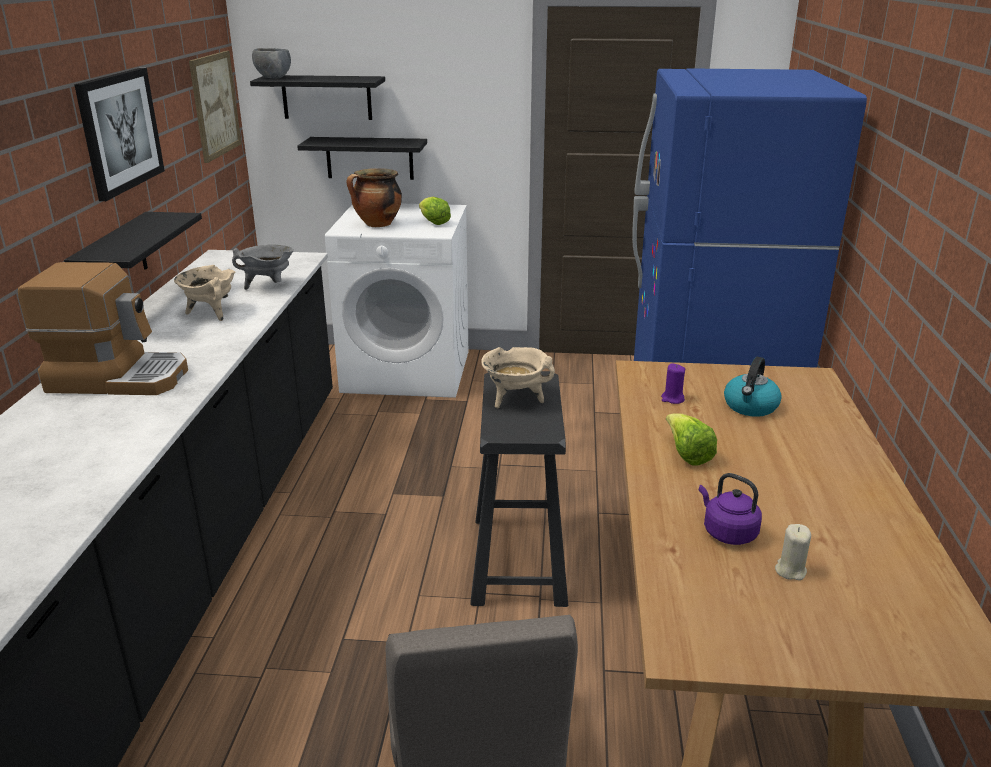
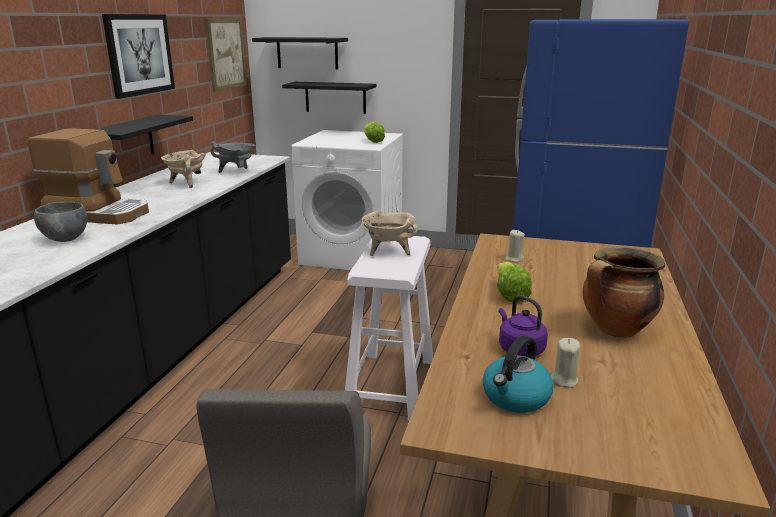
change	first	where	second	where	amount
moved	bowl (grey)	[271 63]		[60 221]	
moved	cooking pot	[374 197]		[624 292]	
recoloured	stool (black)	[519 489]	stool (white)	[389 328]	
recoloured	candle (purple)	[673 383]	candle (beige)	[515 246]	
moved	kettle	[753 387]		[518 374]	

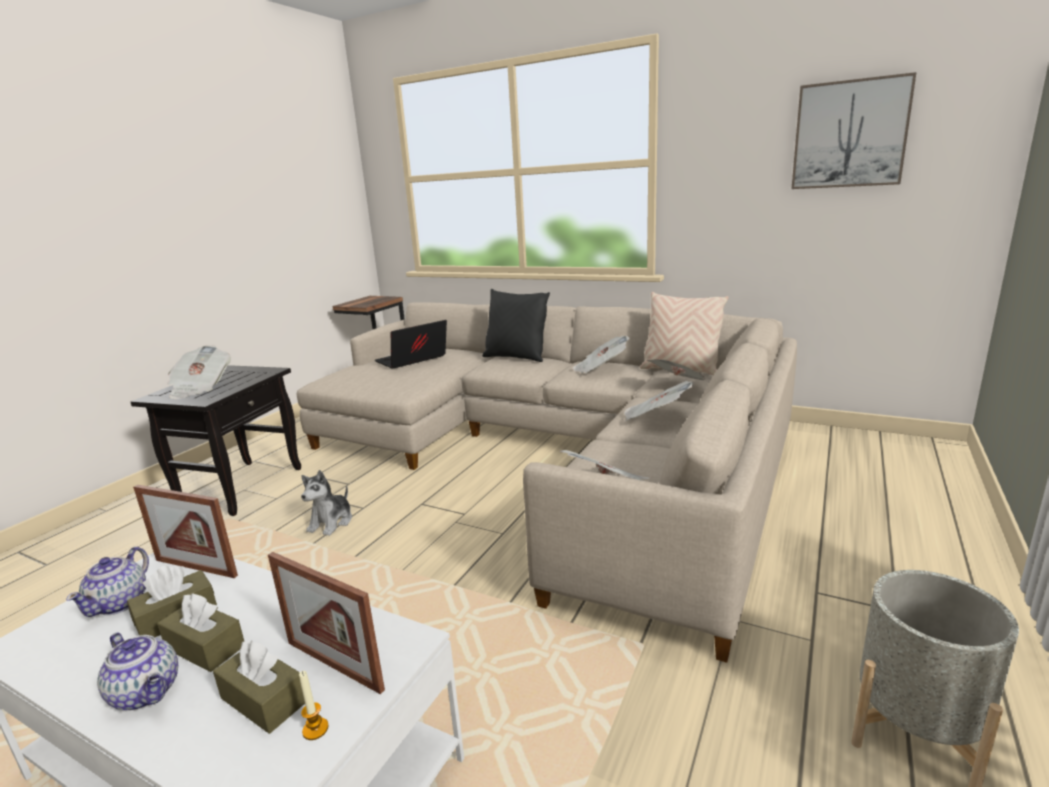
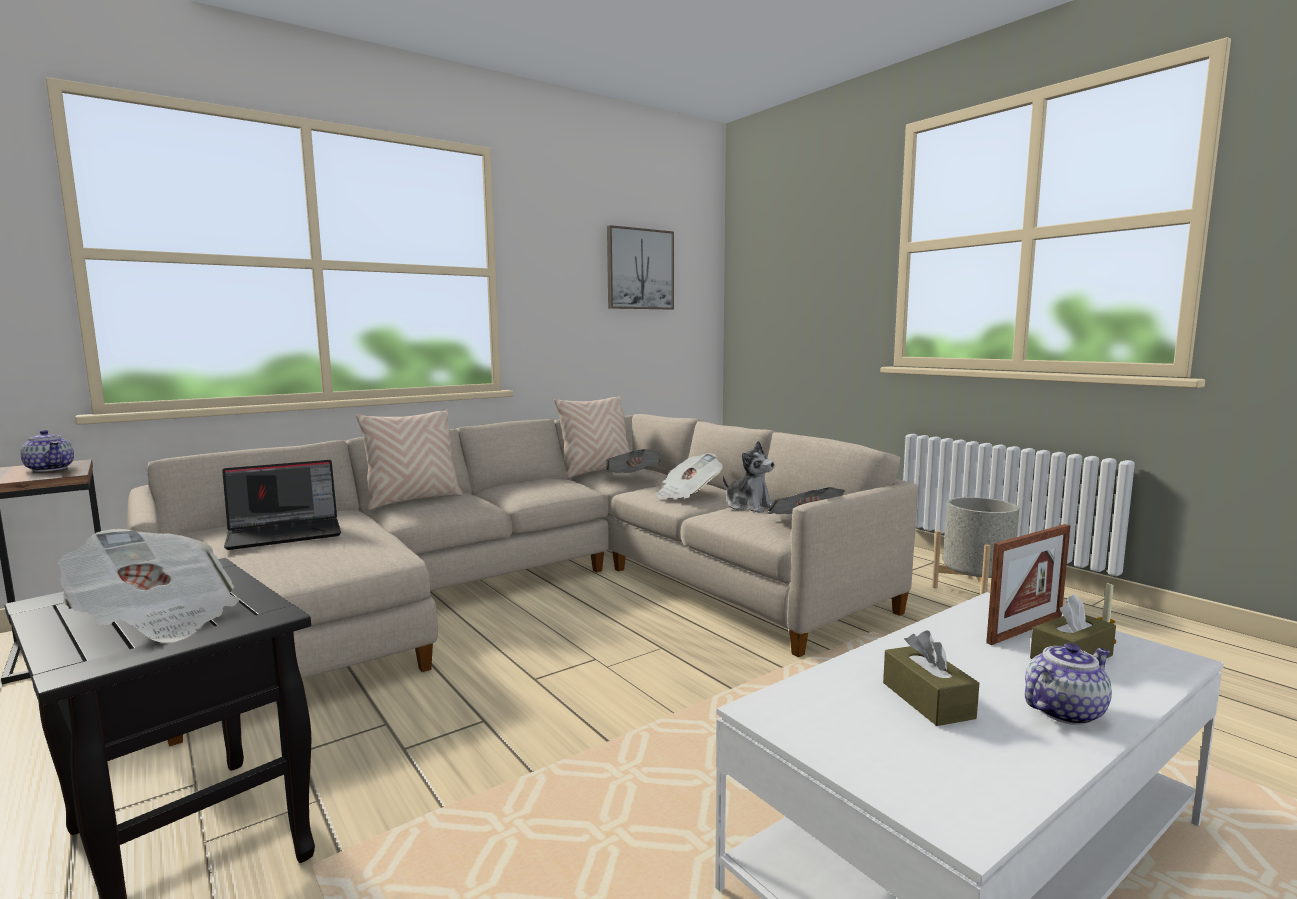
change	first	where	second	where	amount
moved	teapot	[107 582]		[47 451]	
removed	picture frame	[185 531]			
removed	tissue box (brown)	[201 632]			
moved	plush toy	[326 503]		[749 477]	
turned	laptop	[411 344]		[281 505]	105 degrees counterclockwise
recoloured	pillow (black)	[516 325]	pillow (beige)	[409 459]	
removed	newspaper	[601 355]			

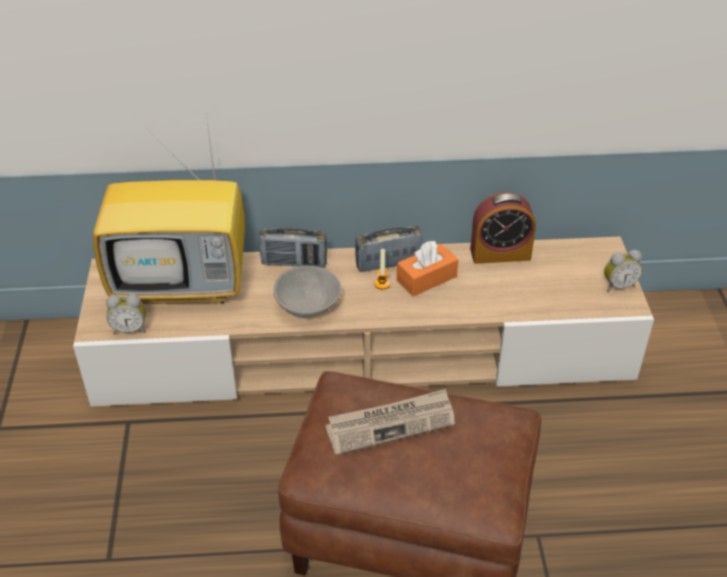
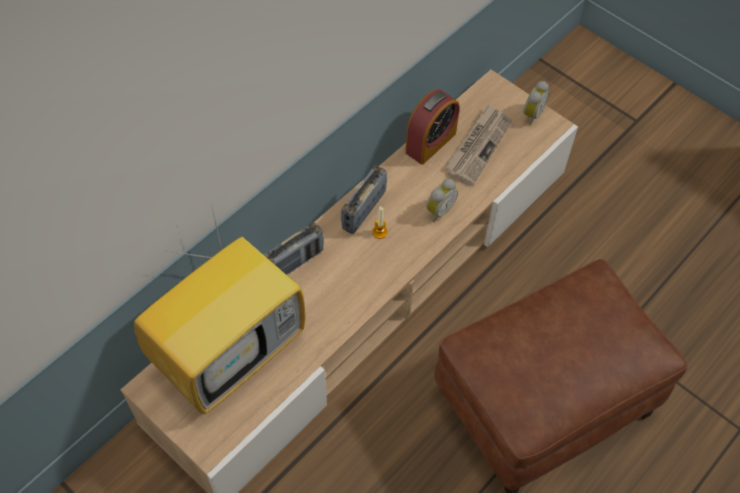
change	first	where	second	where	amount
moved	alarm clock	[126 314]		[442 200]	
removed	bowl (grey)	[307 291]			
moved	newspaper	[390 422]		[478 145]	
removed	tissue box (orange)	[427 268]			

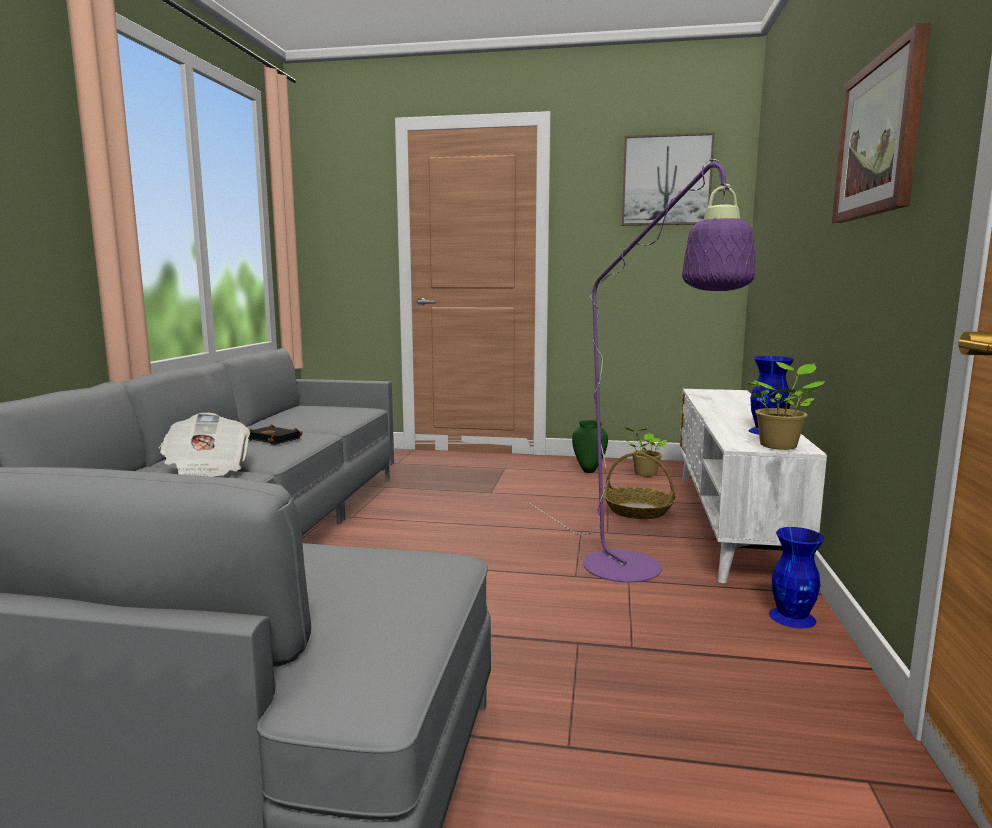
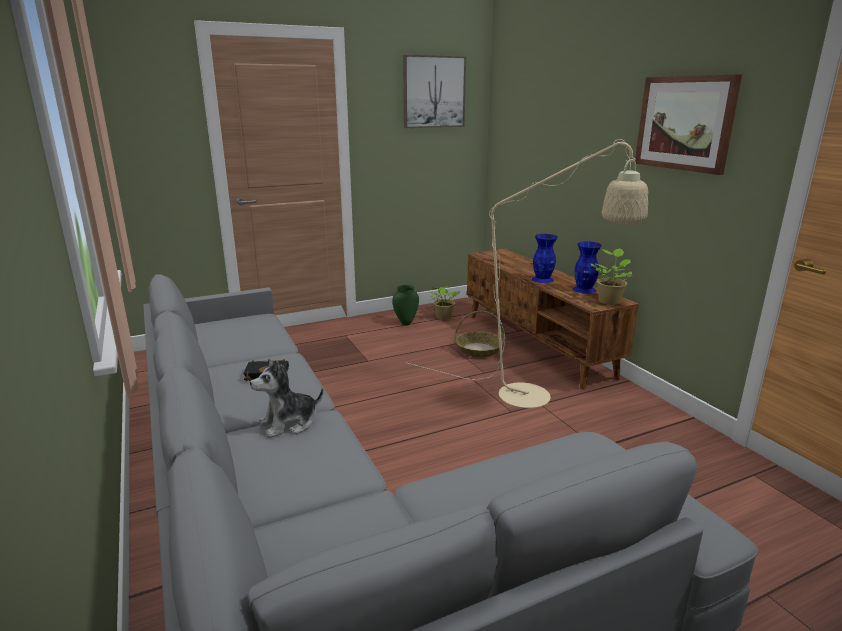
change	first	where	second	where	amount
replaced	newspaper	[205 445]	plush toy	[287 398]	
recoloured	floor lamp (purple)	[642 371]	floor lamp (beige)	[528 273]	
recoloured	tv stand (white)	[753 486]	tv stand (brown)	[553 319]	
moved	vase (blue)	[796 578]		[545 258]	

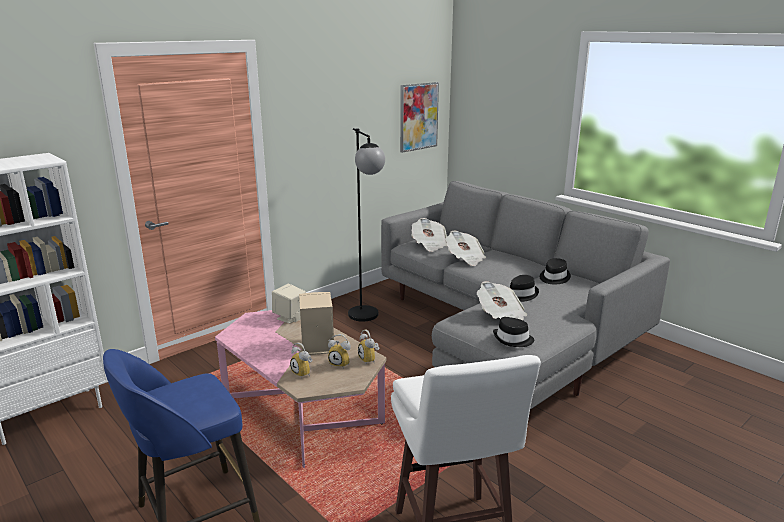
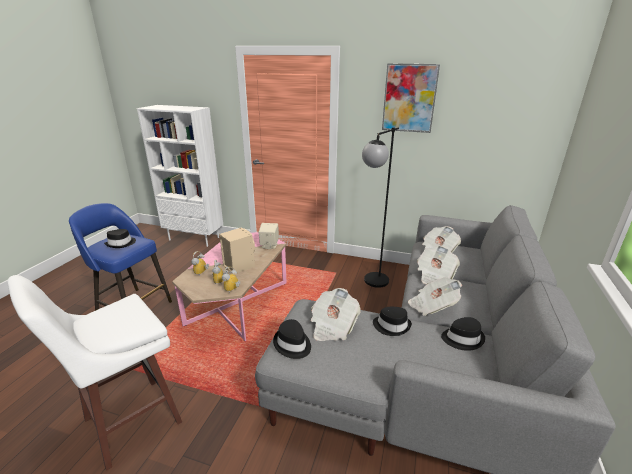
change	first	where	second	where	amount
moved	picture	[419 117]		[411 98]	
added			hat (black)	[120 238]	
added			newspaper	[435 296]	

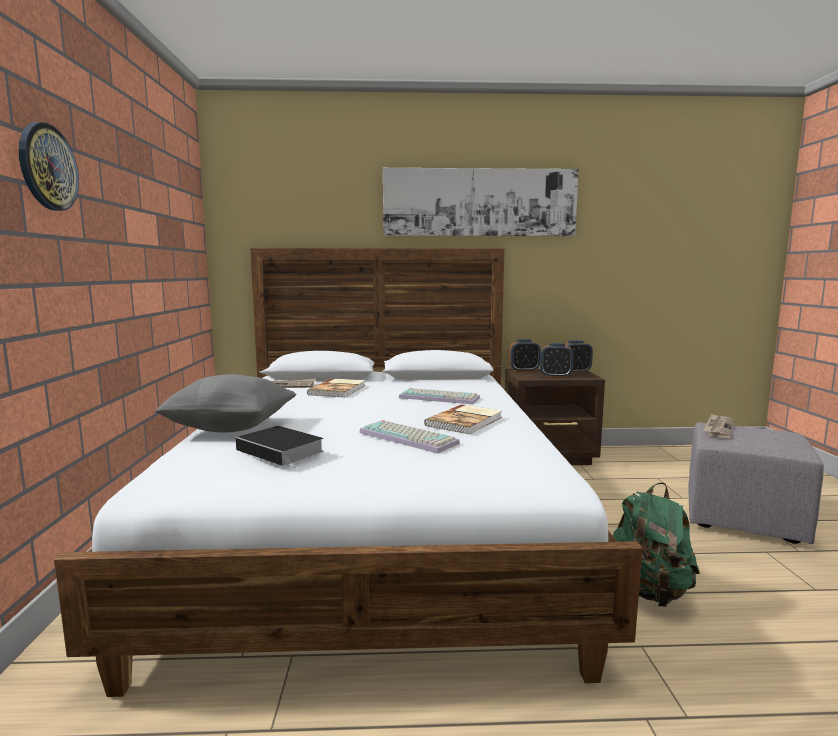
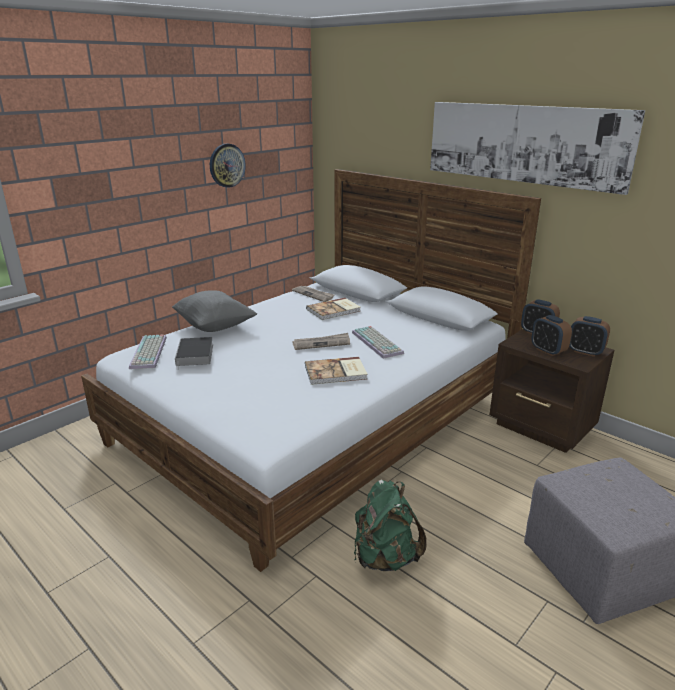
change	first	where	second	where	amount
moved	wall clock	[49 166]		[228 166]	
moved	keyboard	[409 437]		[148 352]	
moved	newspaper	[718 425]		[321 341]	

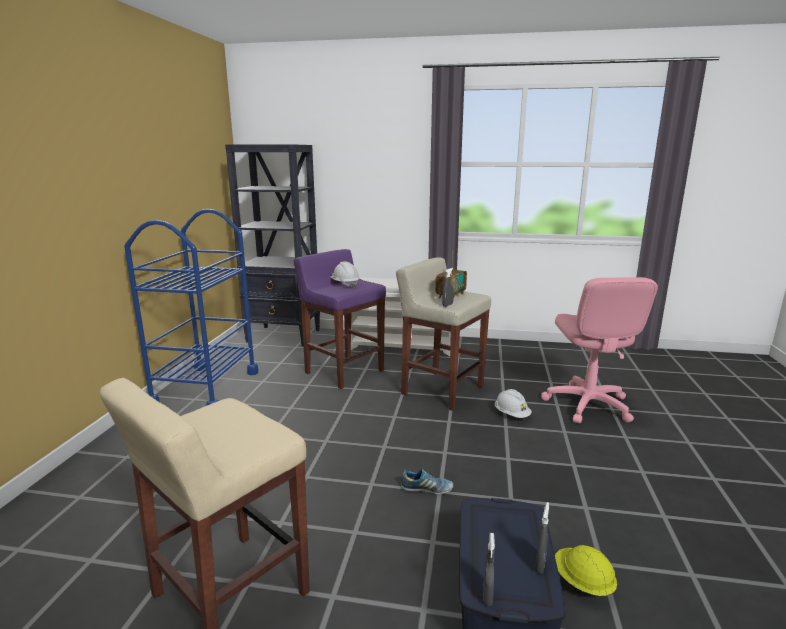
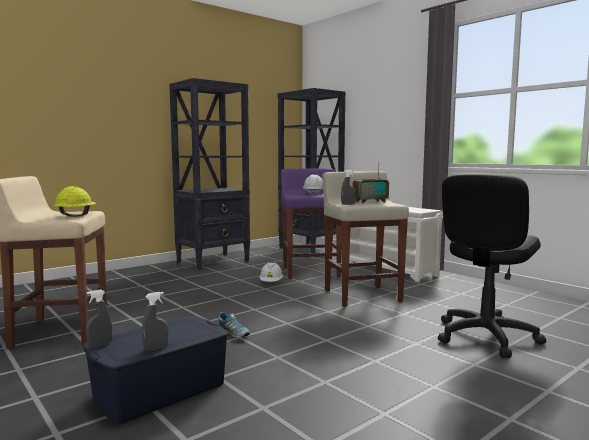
change	first	where	second	where	amount
replaced	cart (blue)	[191 307]	bookcase (black)	[209 174]	
moved	hard hat (white)	[513 403]		[271 272]	
recoloured	office chair (pink)	[599 350]	office chair (black)	[492 265]	
moved	hard hat (yellow)	[586 570]		[75 201]	

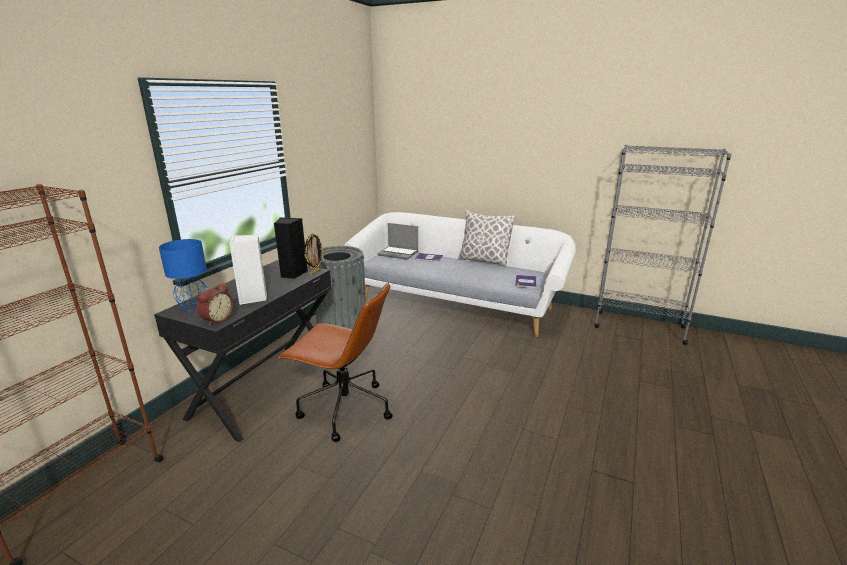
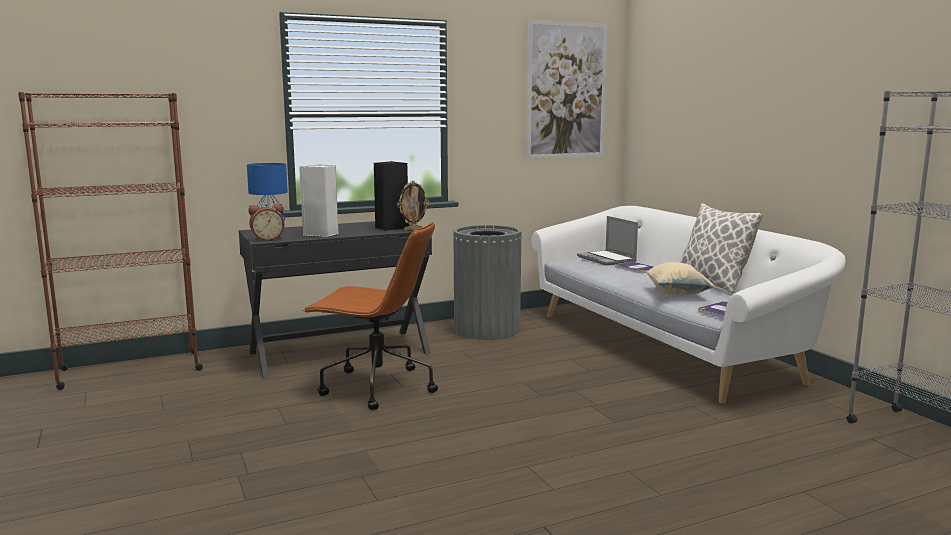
change	first	where	second	where	amount
turned	office chair (brown)	[335 362]		[370 315]	45 degrees counterclockwise
added			picture	[567 89]	
added			pillow (beige)	[680 279]	

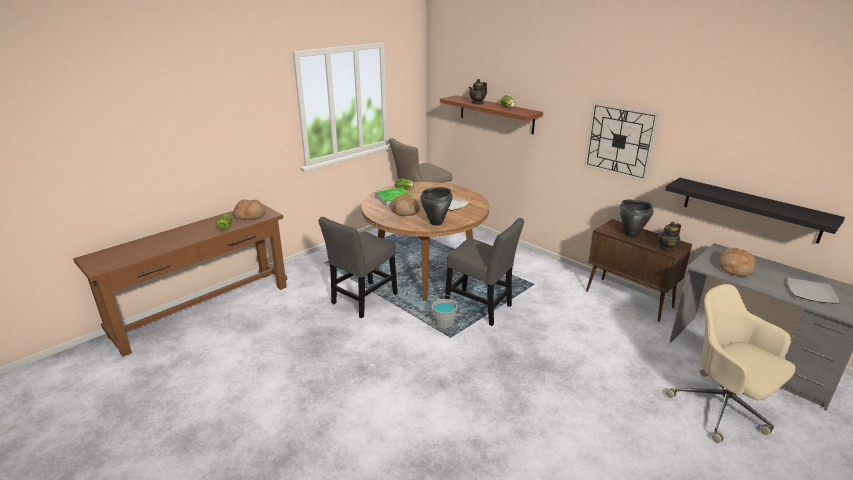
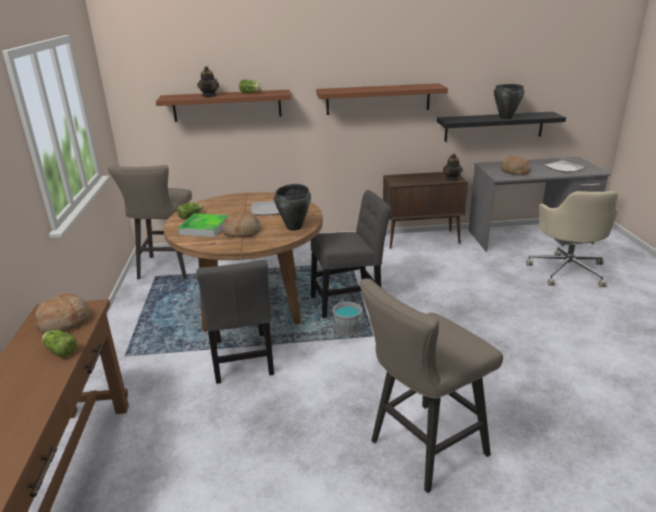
change	first	where	second	where	amount
replaced	wall clock	[621 142]	shelf (brown)	[382 99]	
moved	cooking pot (black)	[636 218]		[509 101]	
turned	office chair (beige)	[730 363]		[572 239]	90 degrees counterclockwise
added			stool (beige)	[431 385]	

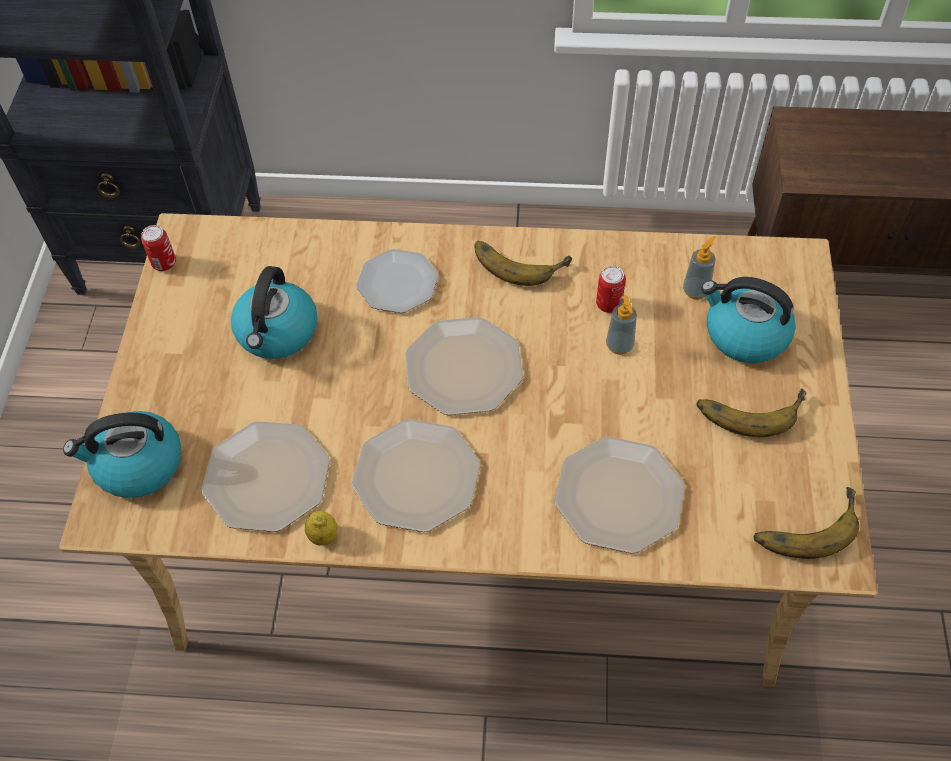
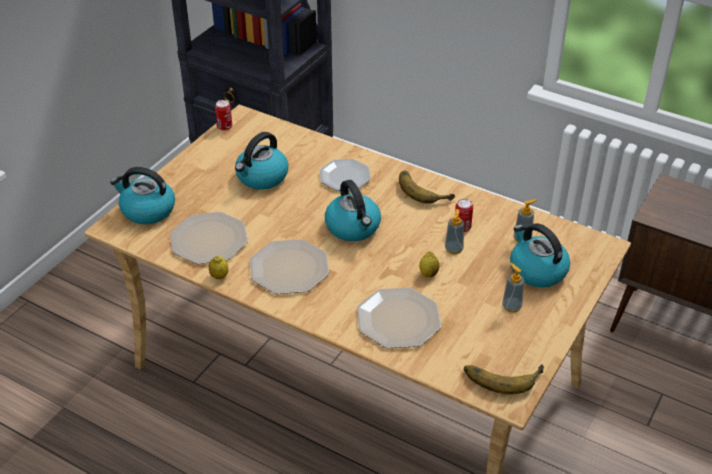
change	first	where	second	where	amount
replaced	plate	[464 366]	kettle	[353 210]	
replaced	banana	[751 412]	soap dispenser	[513 288]	
added			lemon	[429 264]	

